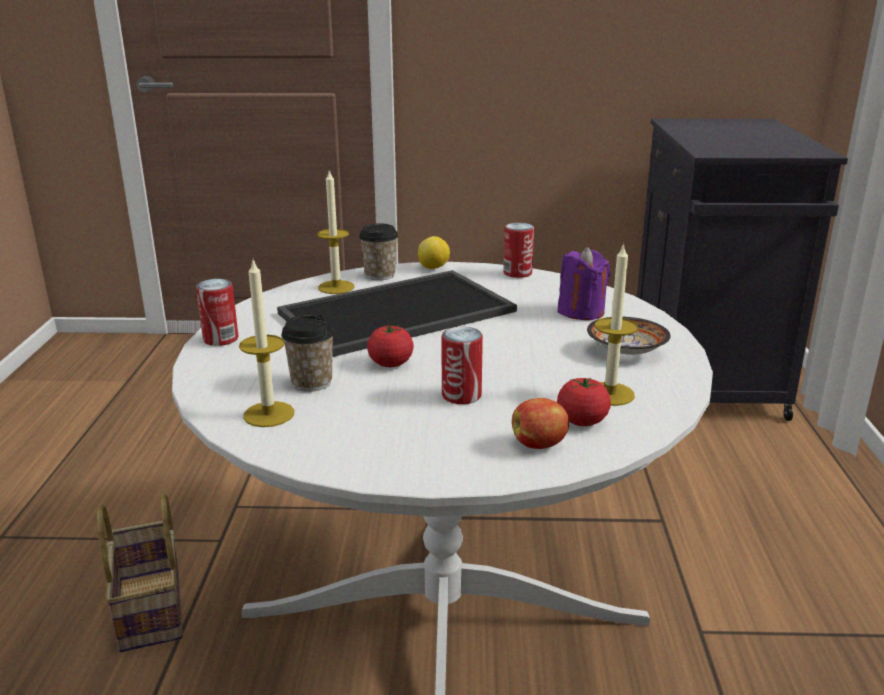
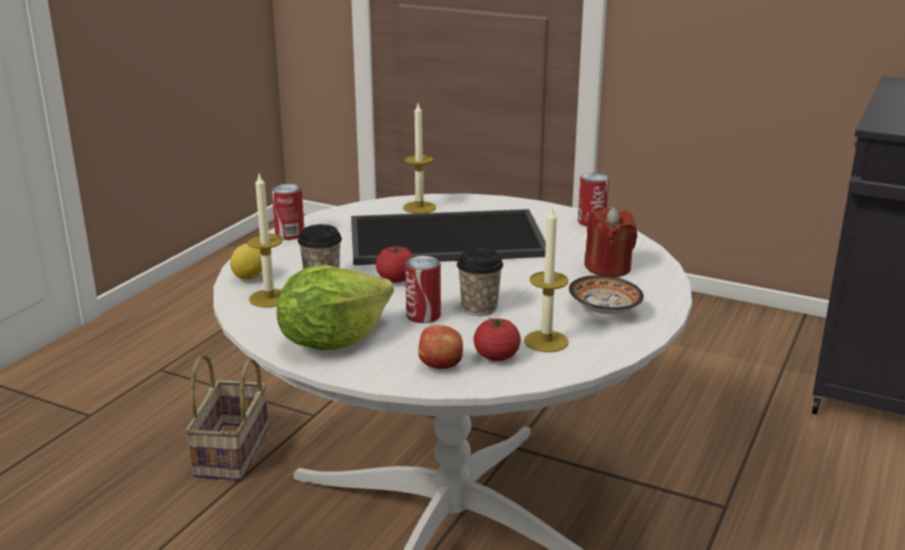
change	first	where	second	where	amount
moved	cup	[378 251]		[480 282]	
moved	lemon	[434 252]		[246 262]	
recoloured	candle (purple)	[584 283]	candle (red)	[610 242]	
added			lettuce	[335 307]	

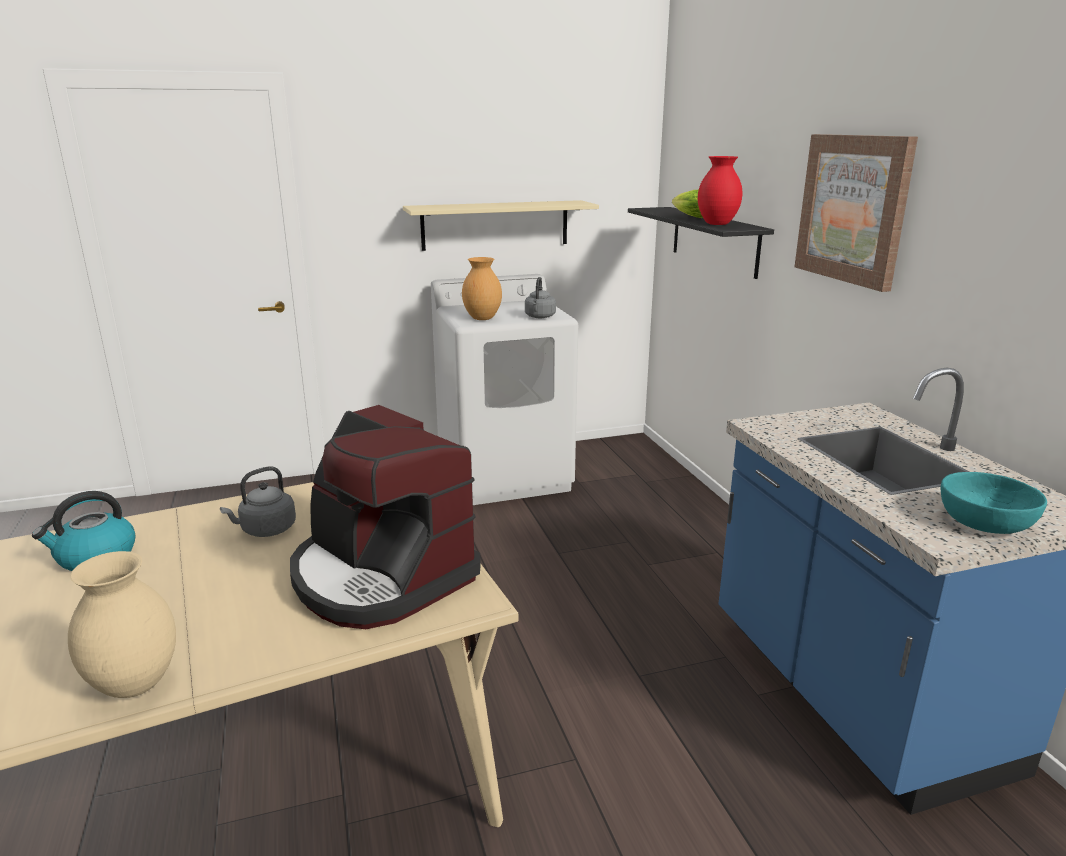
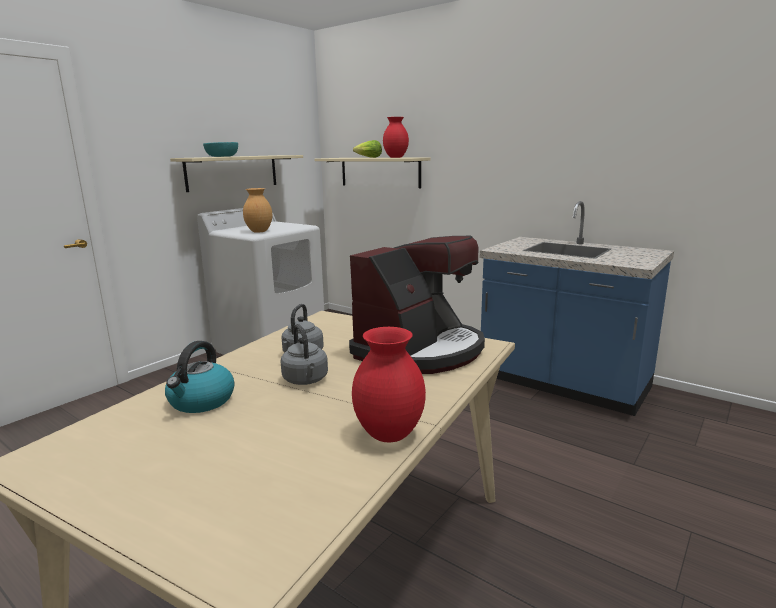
change	first	where	second	where	amount
recoloured	vase (beige)	[122 624]	vase (red)	[389 385]	
turned	coffee machine	[385 517]		[417 305]	60 degrees counterclockwise
moved	kettle (grey)	[540 297]		[304 354]	
recoloured	shelf (black)	[701 243]	shelf (beige)	[372 172]	
removed	picture	[856 213]			
moved	bowl (turquoise)	[994 503]		[220 149]	

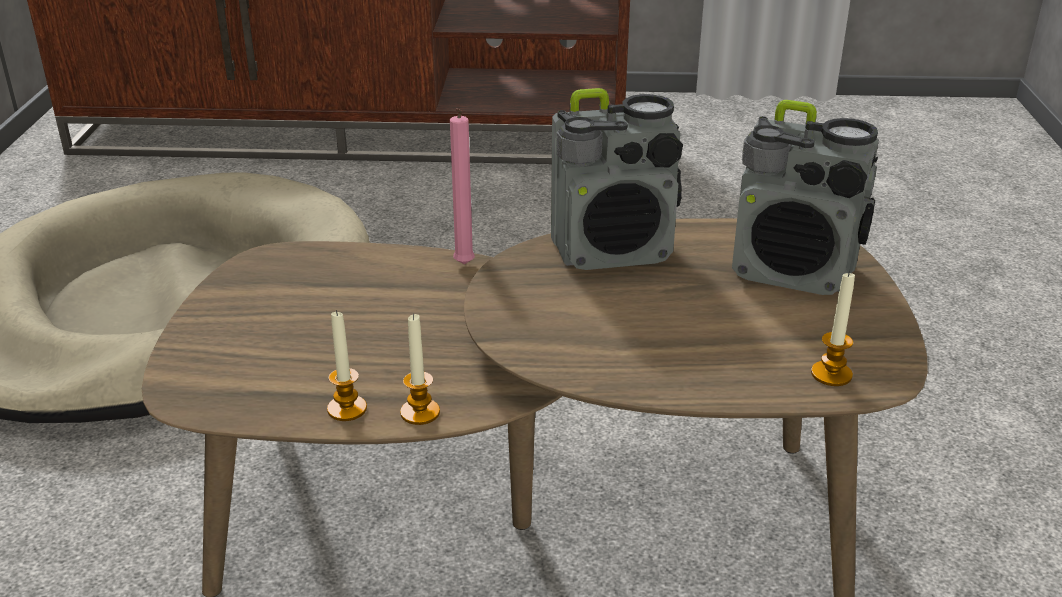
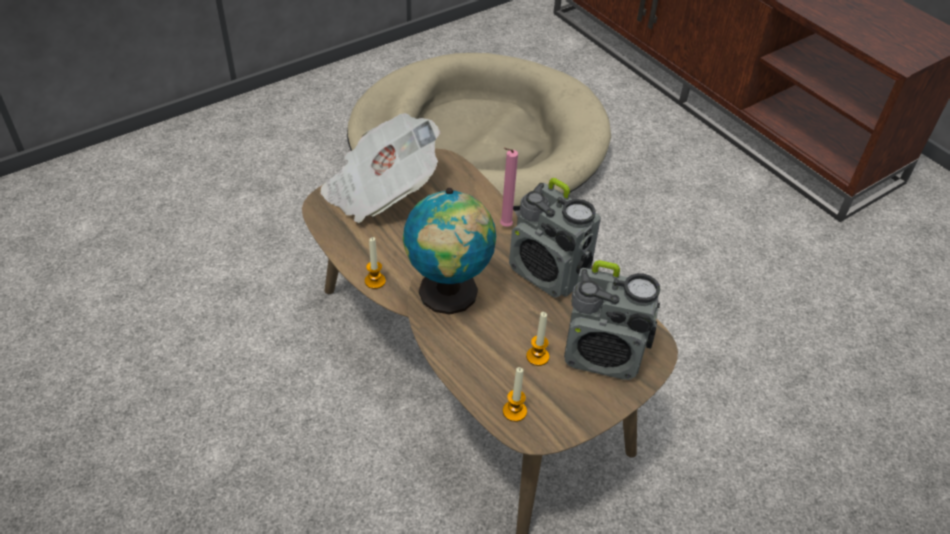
change	first	where	second	where	amount
moved	candle	[347 365]		[537 339]	
turned	radio	[805 197]		[612 320]	60 degrees counterclockwise
added			newspaper	[380 168]	
added			globe	[449 251]	

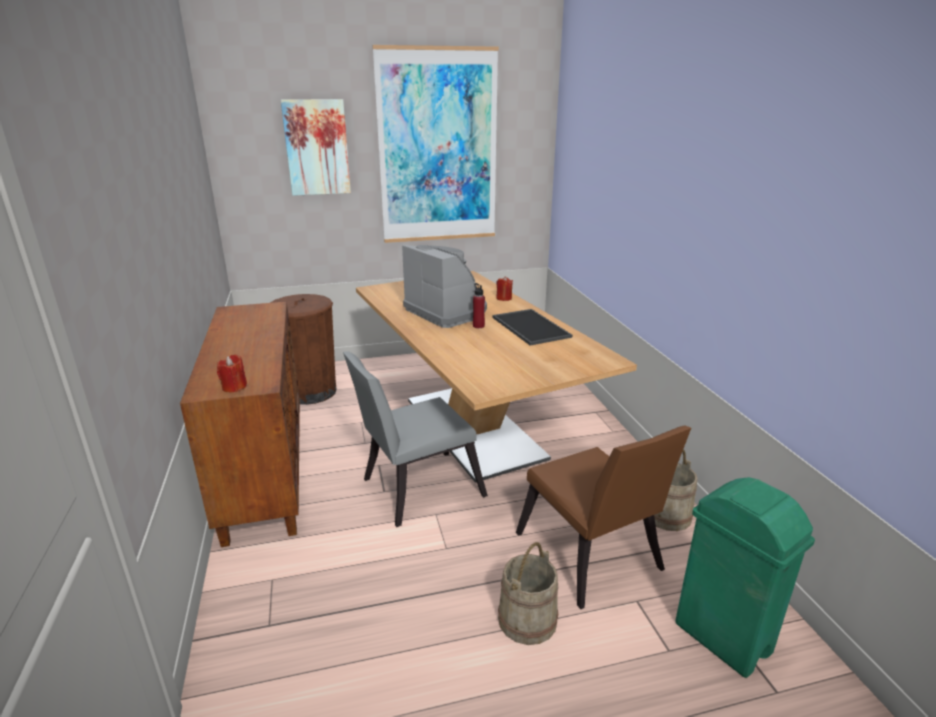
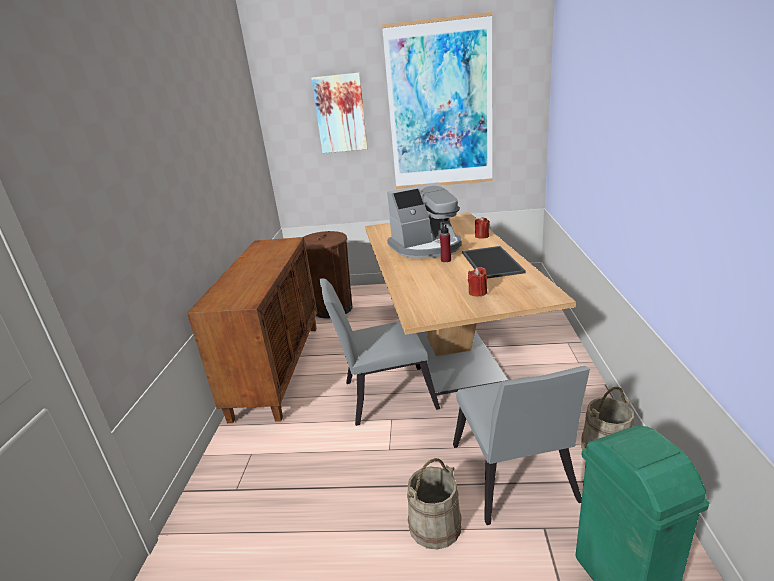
change	first	where	second	where	amount
moved	candle (red)	[232 373]		[477 281]	
turned	coffee machine	[444 286]		[424 220]	90 degrees clockwise
recoloured	chair (brown)	[603 517]	chair (grey)	[521 445]	

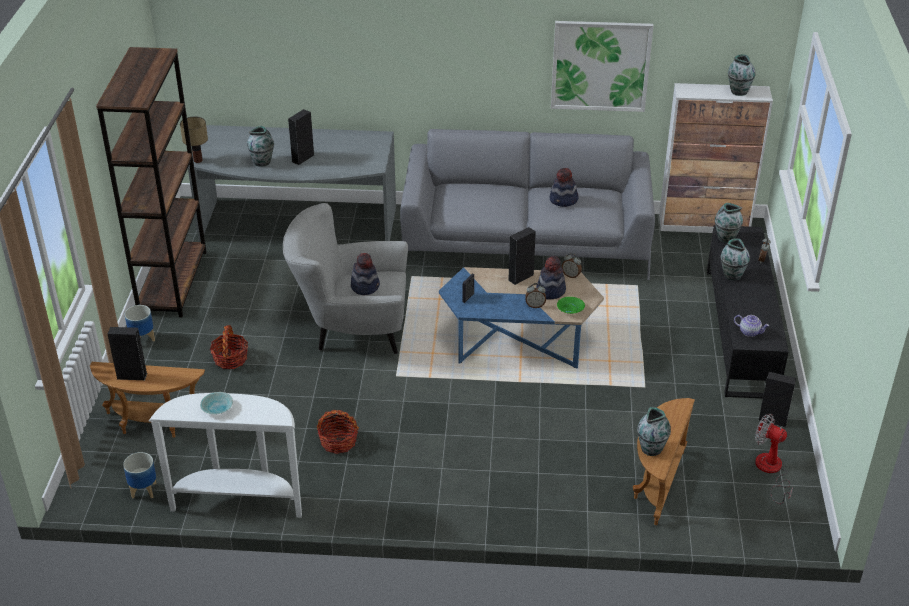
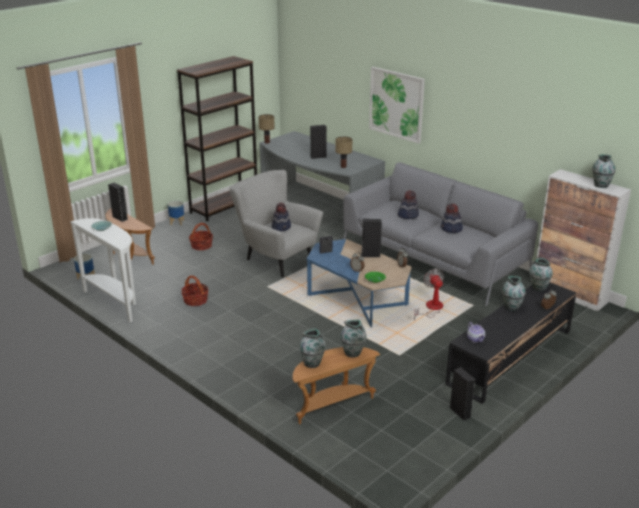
change	first	where	second	where	amount
moved	vase	[260 146]		[353 338]	
moved	hat	[551 278]		[408 204]	
moved	picture	[602 66]		[397 105]	
moved	fan	[774 459]		[429 294]	
added			table lamp	[343 152]	

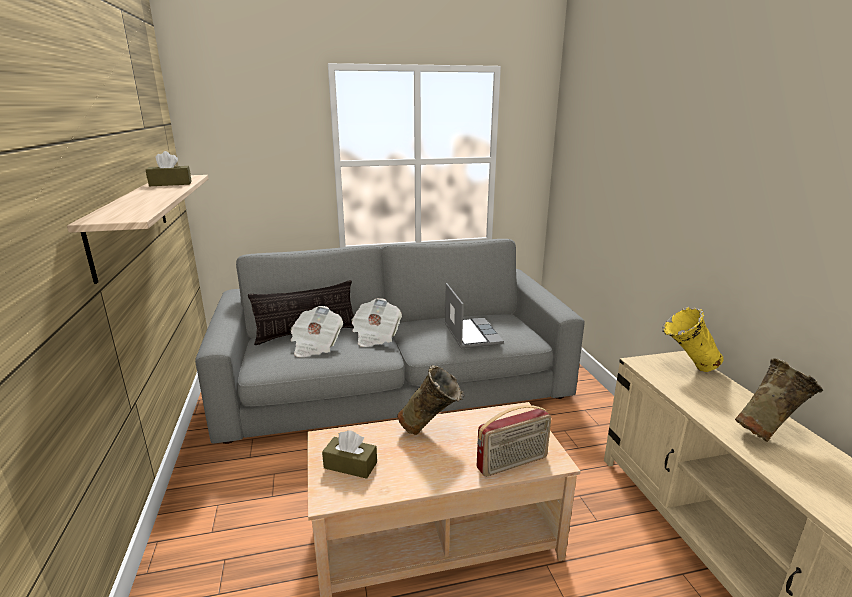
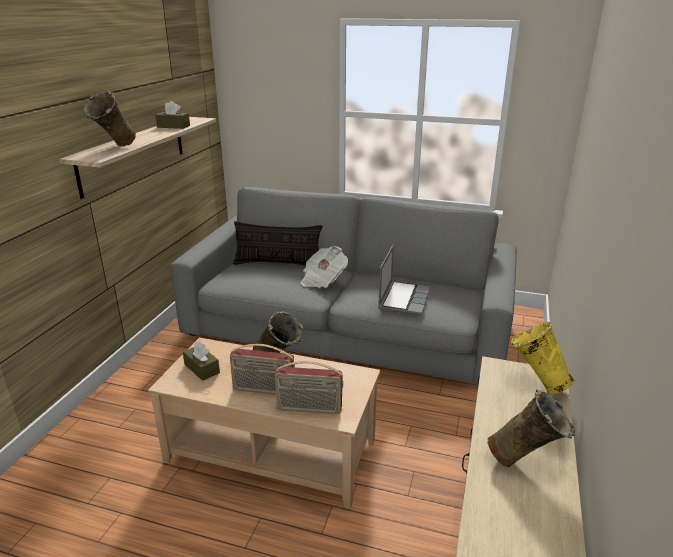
change	first	where	second	where	amount
removed	newspaper	[317 331]			
added			vase (beige)	[110 118]	
added			radio	[262 369]	

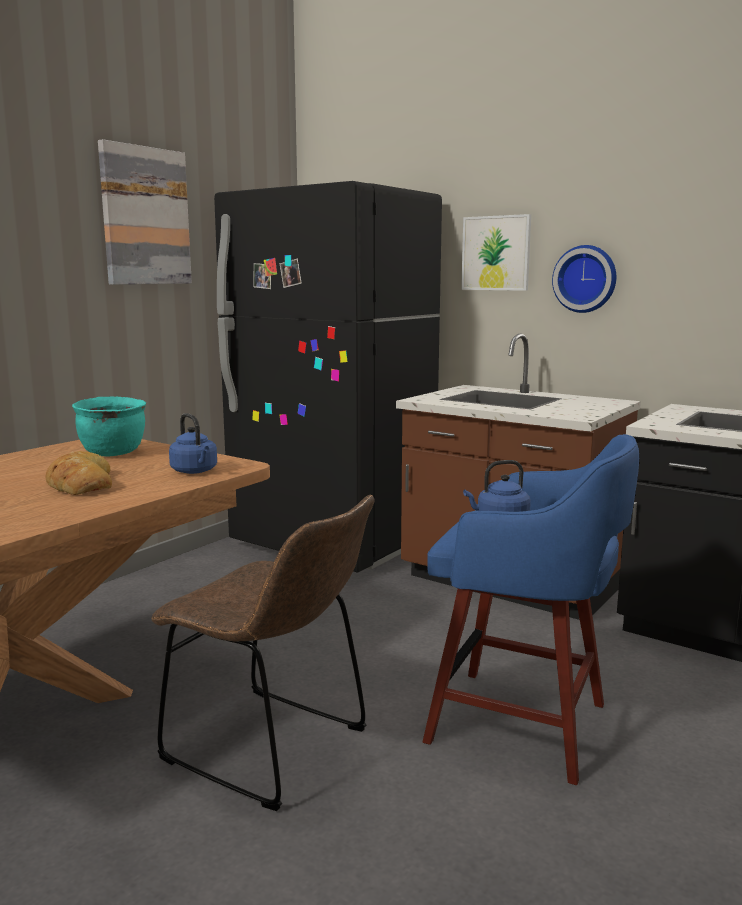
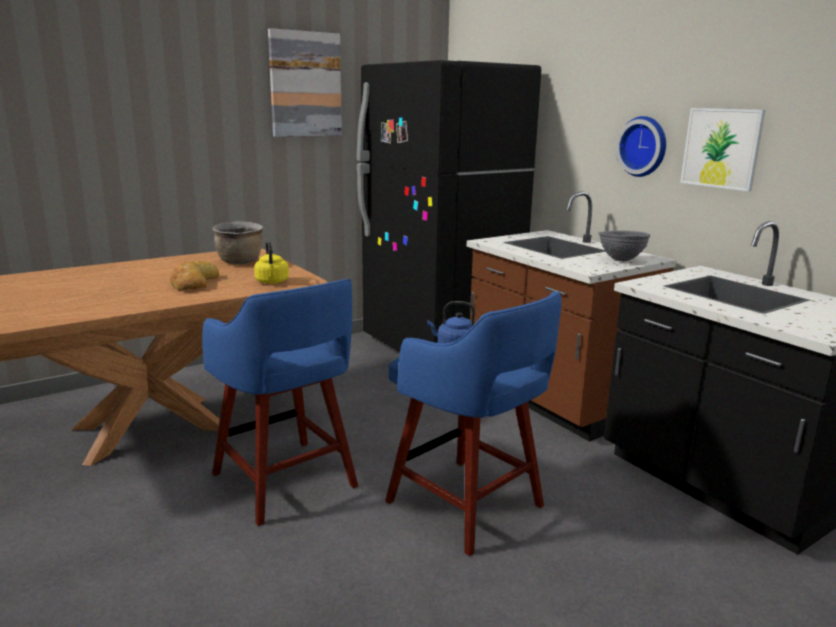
change	first	where	second	where	amount
recoloured	cooking pot (turquoise)	[109 426]	cooking pot (brown)	[237 243]	
replaced	chair (brown)	[263 653]	stool (blue)	[280 402]	
recoloured	kettle (blue)	[193 443]	kettle (yellow)	[271 262]	
moved	picture	[496 252]		[723 150]	
added			bowl (grey)	[624 245]	

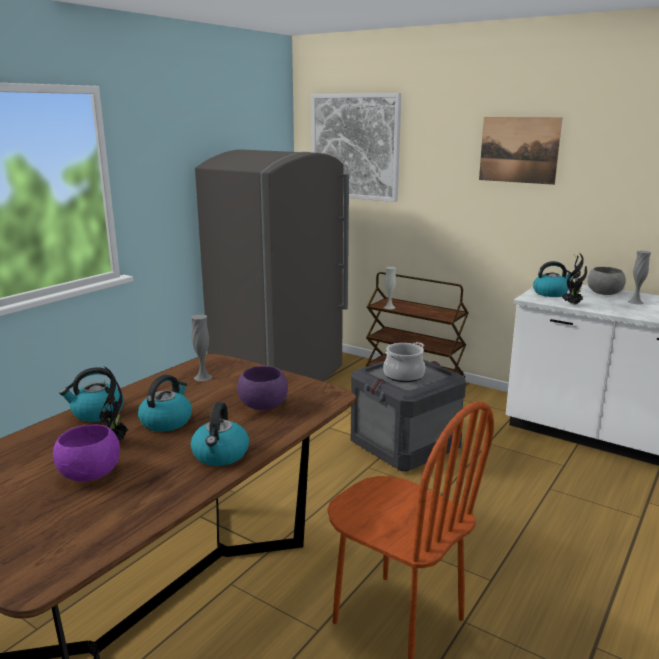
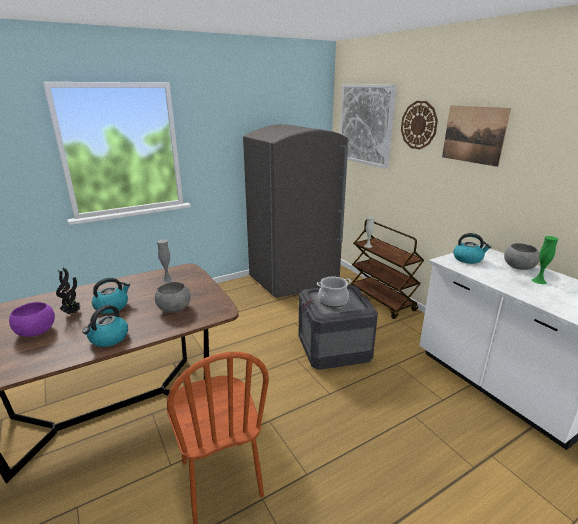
change	first	where	second	where	amount
removed	kettle	[91 394]			
recoloured	bowl (purple)	[262 388]	bowl (grey)	[173 297]	
removed	potted plant	[574 279]			
recoloured	vase (grey)	[639 278]	vase (green)	[545 260]	
added			wall clock	[419 125]	

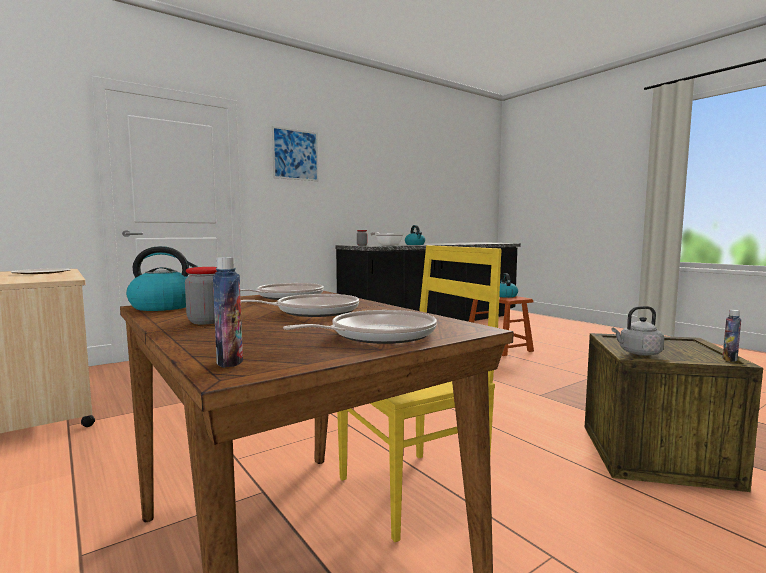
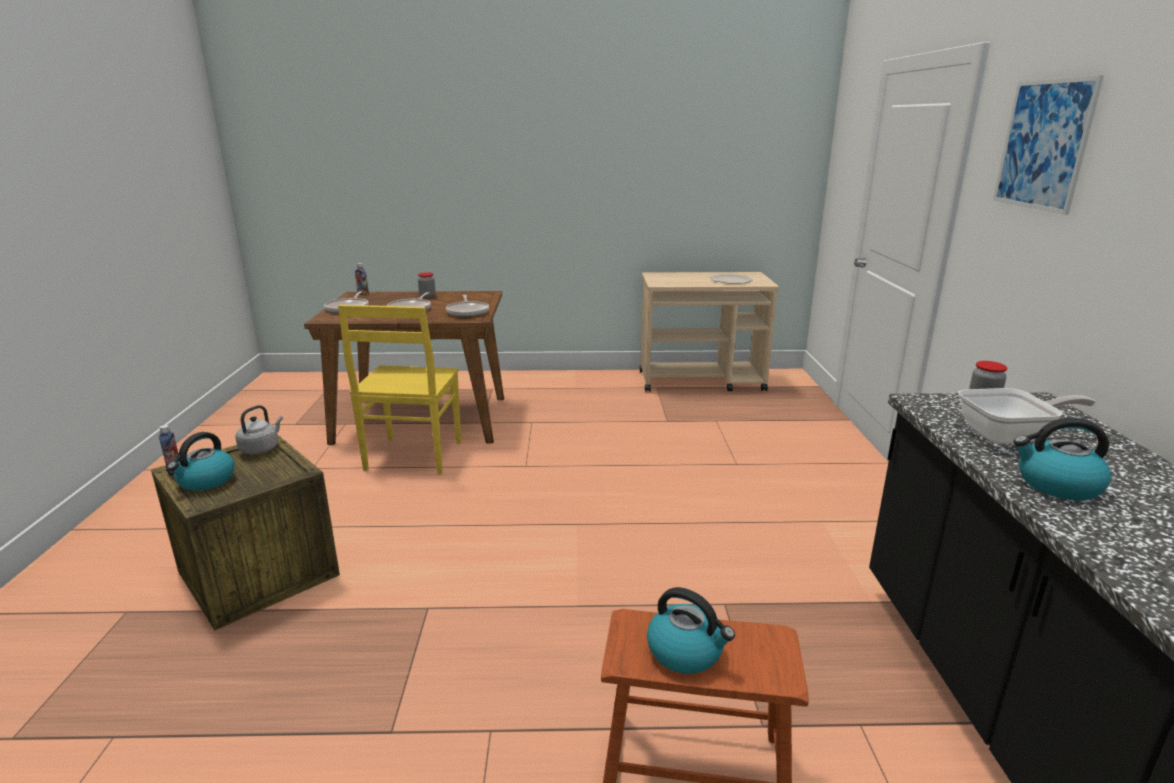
change	first	where	second	where	amount
moved	kettle	[163 278]		[201 461]	

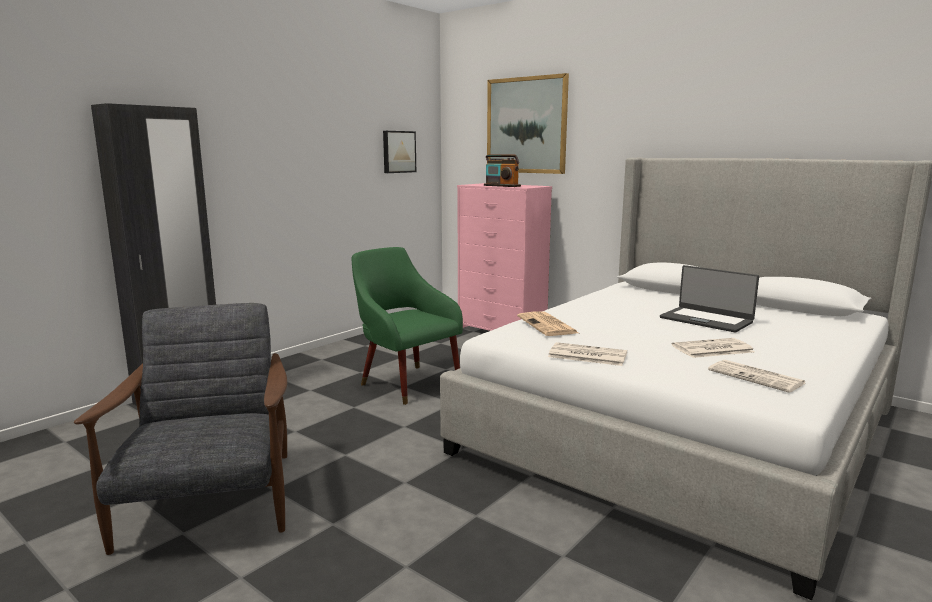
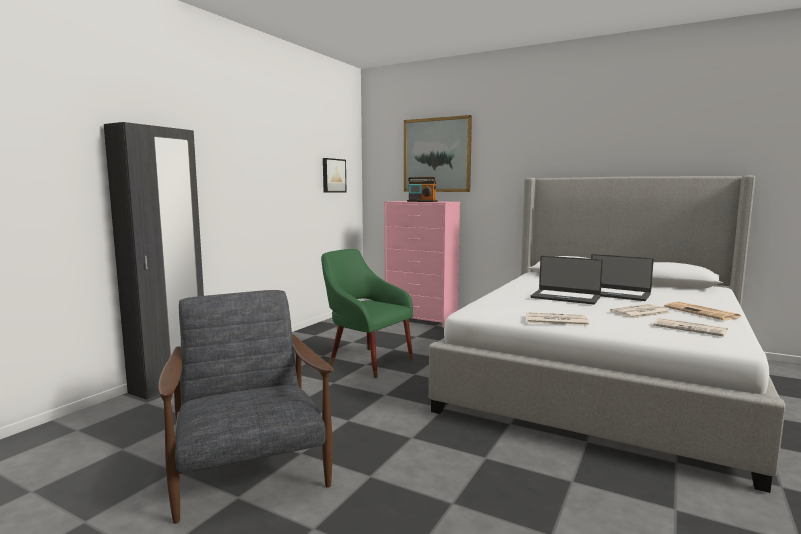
change	first	where	second	where	amount
moved	newspaper	[548 323]		[702 311]	
added			laptop	[566 280]	

